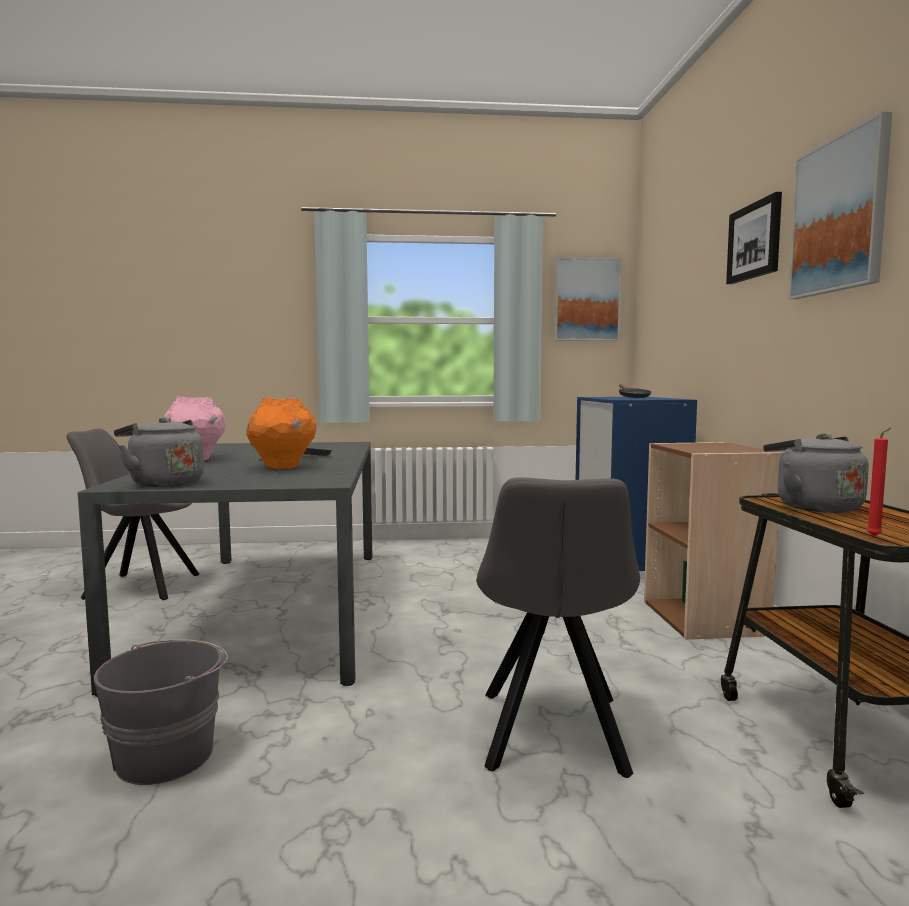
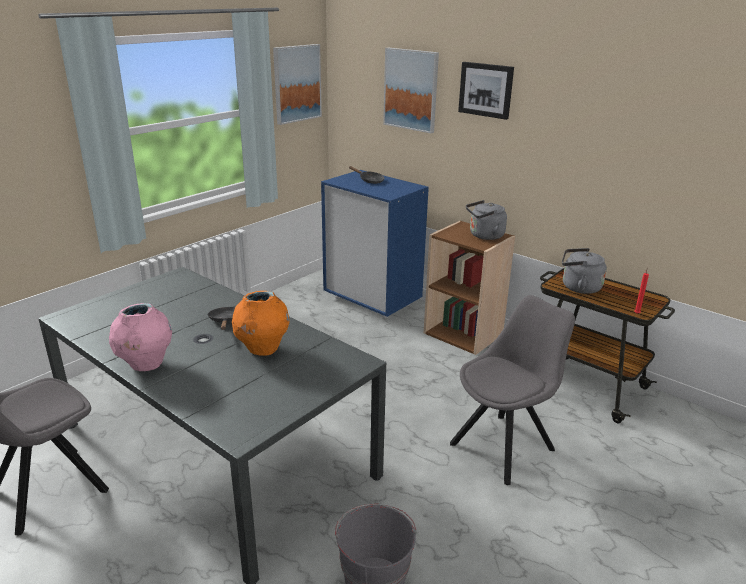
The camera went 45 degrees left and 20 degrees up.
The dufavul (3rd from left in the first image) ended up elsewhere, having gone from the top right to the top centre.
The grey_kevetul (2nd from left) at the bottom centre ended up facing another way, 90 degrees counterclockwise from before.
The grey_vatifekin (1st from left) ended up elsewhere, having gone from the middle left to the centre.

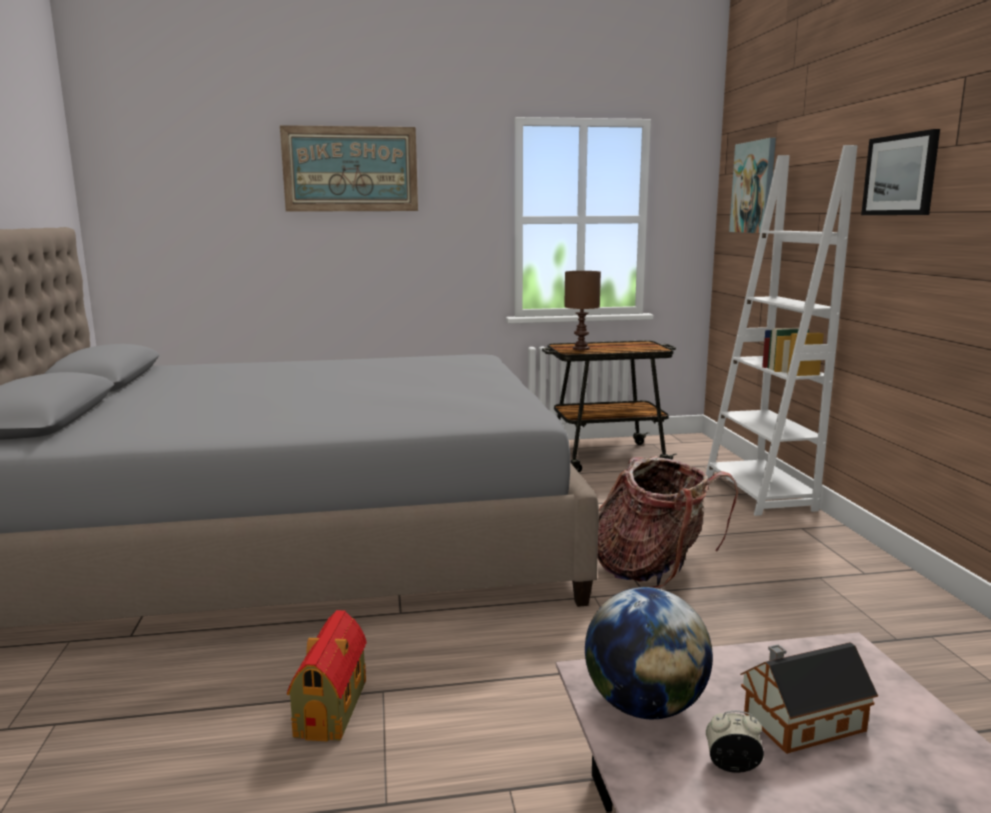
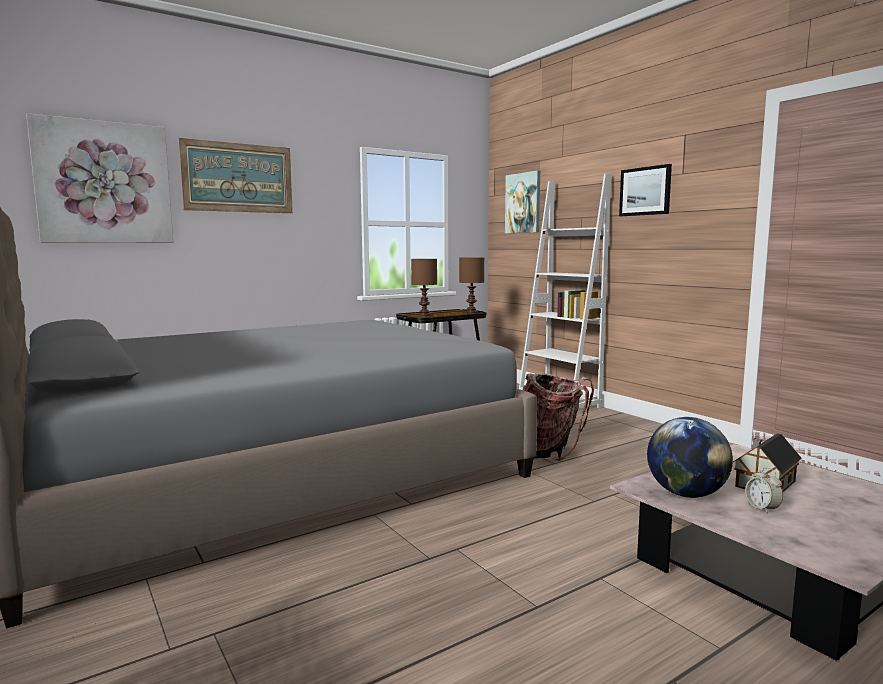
The camera went 25 degrees left and 5 degrees down.
The second view gained the dufavul (1st from left) at the top left.
The second view gained the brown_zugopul (2nd from left) at the centre.
The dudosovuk at the bottom right ended up facing another way, 90 degrees counterclockwise from before.
The second view lost the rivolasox (1st from left) at the bottom left.

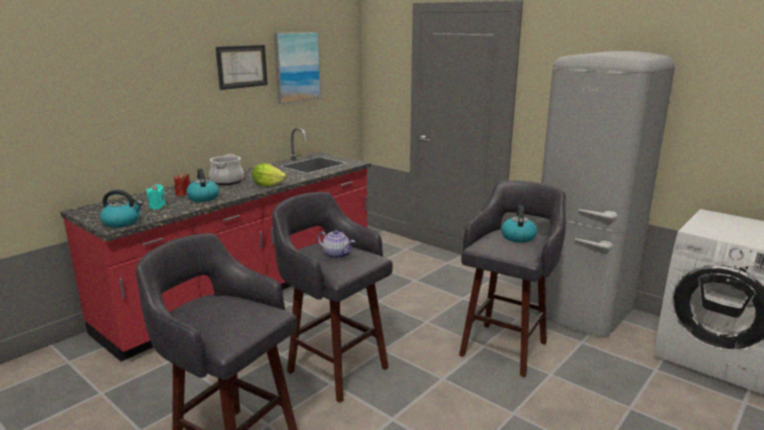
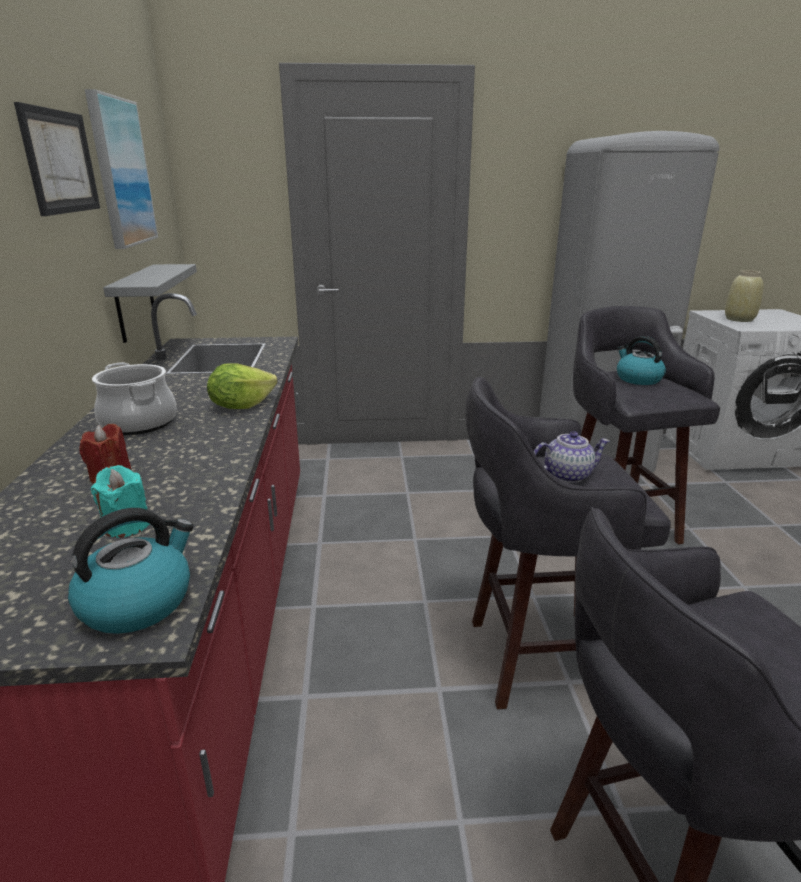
The camera went 45 degrees left and 5 degrees up.
The second view gained the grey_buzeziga at the middle left.
The second view gained the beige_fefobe at the middle right.
The second view lost the vatifekin (2nd from left) at the middle left.

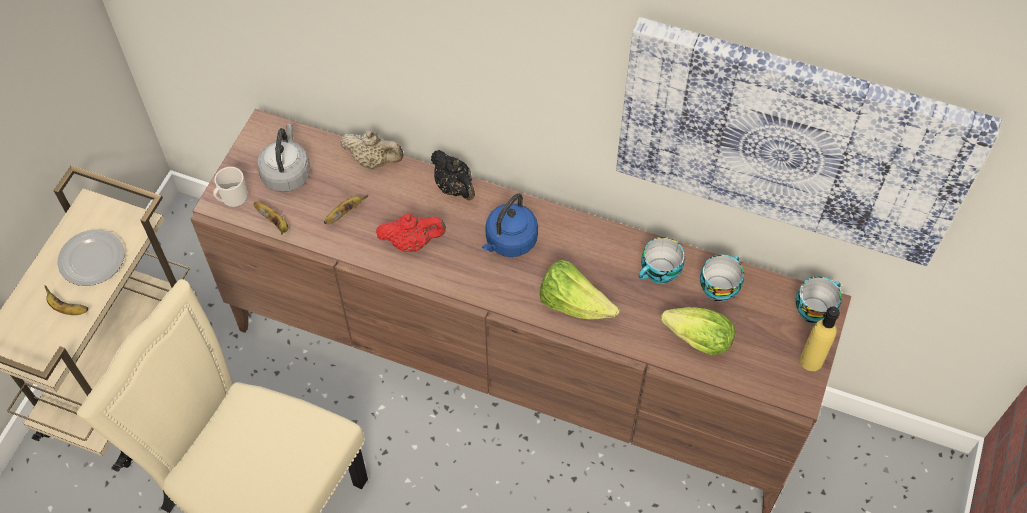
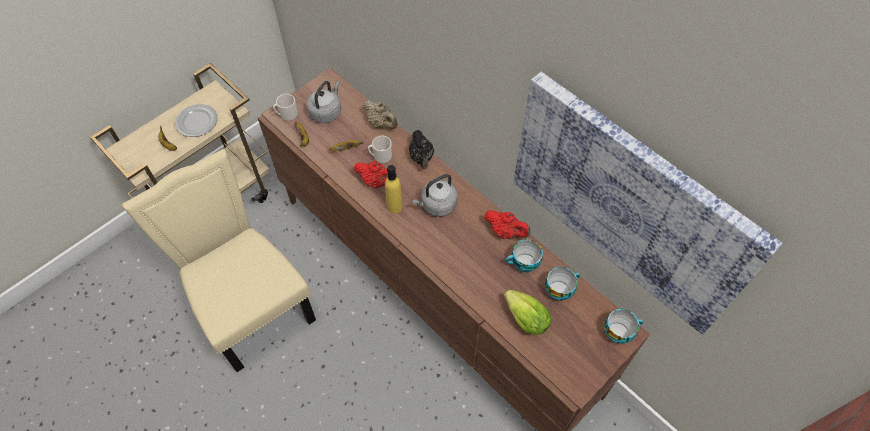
The camera went 25 degrees right and 0 degrees up.
The second view gained the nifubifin (2nd from left) at the centre.
The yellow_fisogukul ended up elsewhere, having gone from the middle right to the centre.
What was the blue_vatifekin at the centre turned into the grey_vatifekin (2nd from left) at the centre.
The second view gained the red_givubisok (2nd from left) at the centre.
The second view lost the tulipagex (1st from left) at the centre.

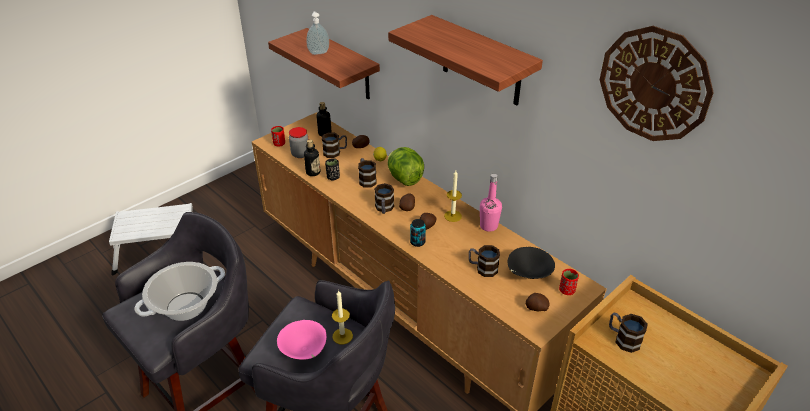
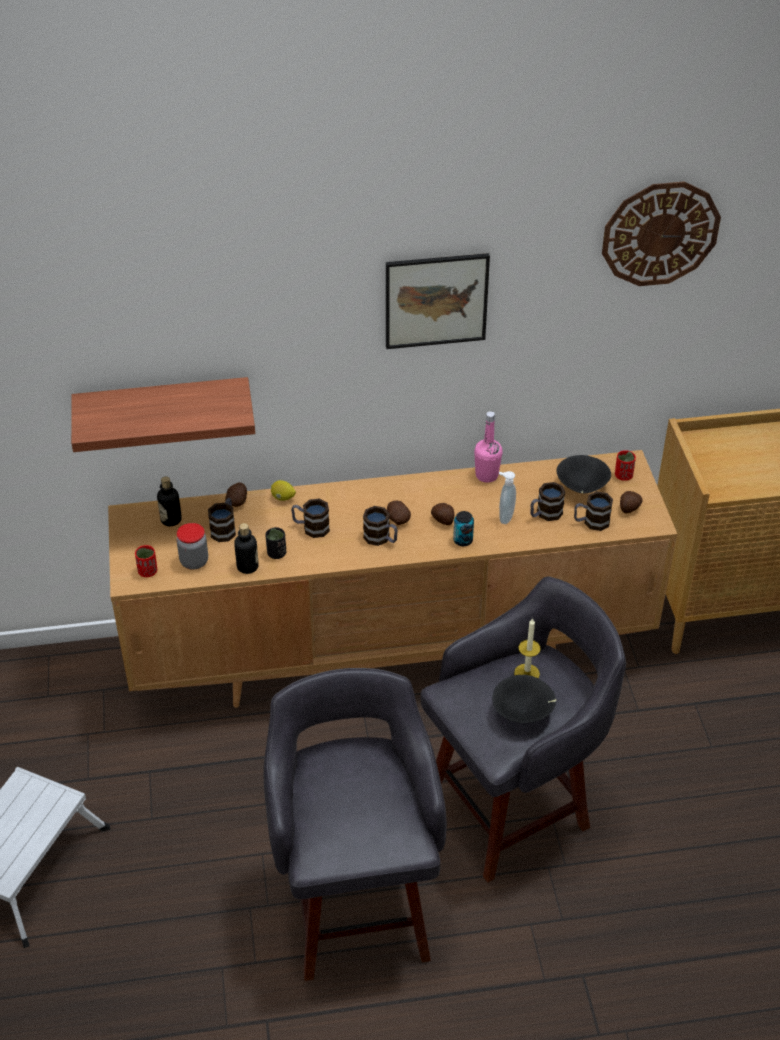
The camera went 55 degrees left and 5 degrees up.
Where the buzeziga (2nd from left) hung at the top centre, the dufavul came to hang at the top centre.
What was the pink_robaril at the bottom centre turned into the black_robaril (1st from left) at the bottom right.
The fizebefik ended up elsewhere, having gone from the top centre to the centre.
The nifubifin (5th from left) ended up elsewhere, having gone from the bottom right to the middle right.
The second view lost the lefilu at the bottom left.
The second view lost the tulipagex at the centre.
The second view lost the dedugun (2nd from left) at the centre.

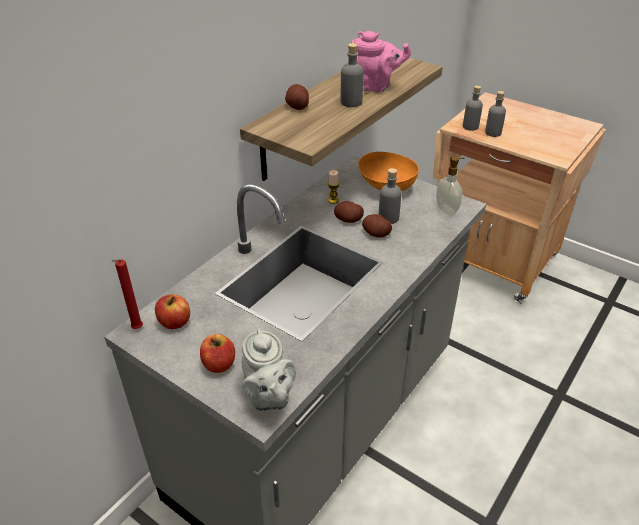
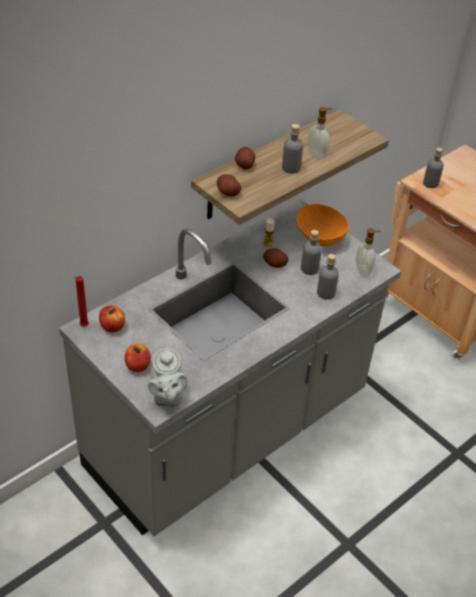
The camera went 10 degrees right and 5 degrees up.
The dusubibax (3rd from left in the first image) ended up elsewhere, having gone from the centre to the top centre.
Where the pink_givubisok stood at the top centre, the fizebefik (1st from left) came to stand at the top right.
The grey_fisogukul (4th from left in the first image) ended up elsewhere, having gone from the top right to the middle right.

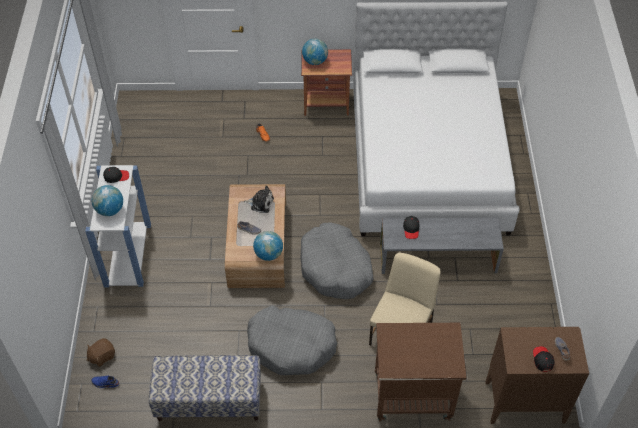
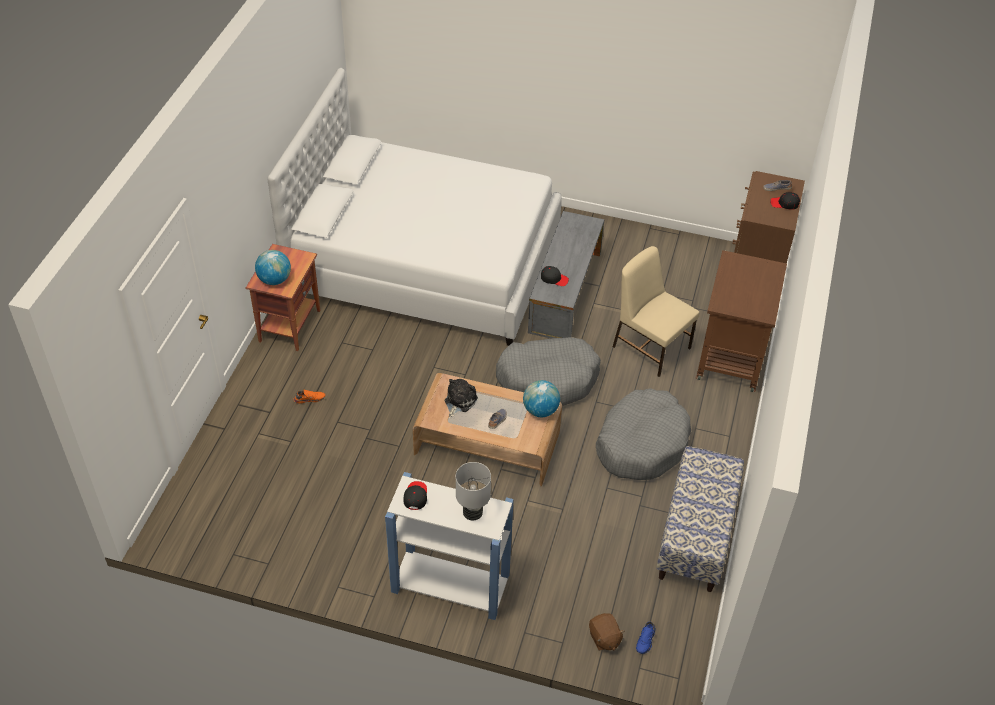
The camera went 75 degrees left and 5 degrees down.
Where the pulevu (1st from left) stood at the middle left, the grey_zugopul came to stand at the bottom centre.

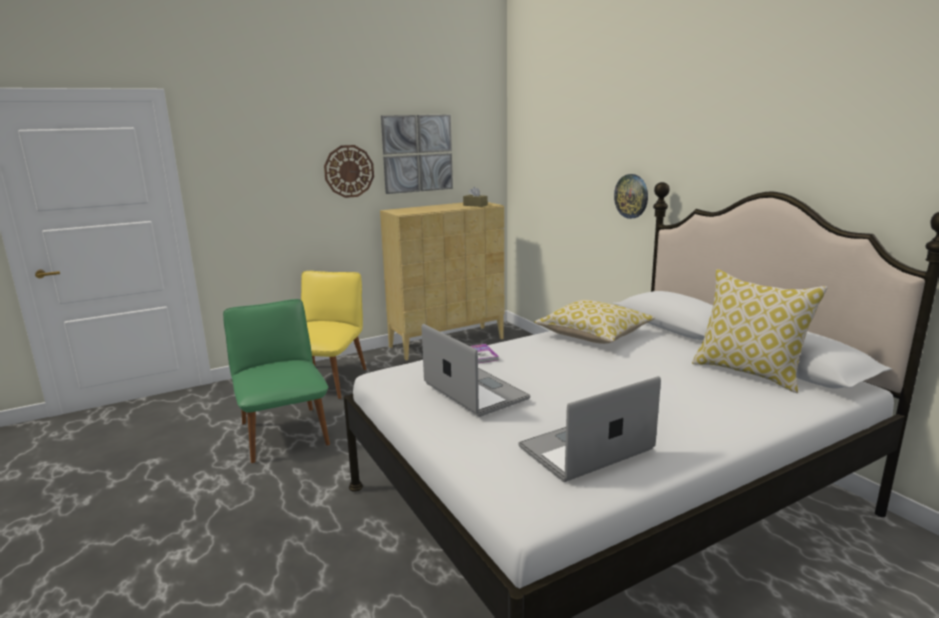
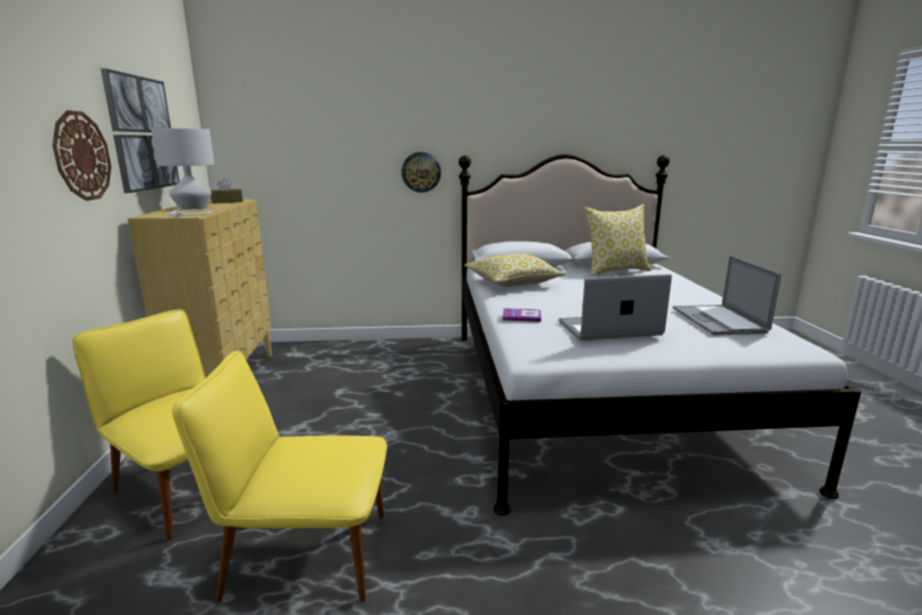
The camera went 65 degrees left and 0 degrees up.
The second view gained the grey_zugopul at the top left.
What was the green_kevetul at the middle left turned into the yellow_kevetul (2nd from left) at the bottom left.

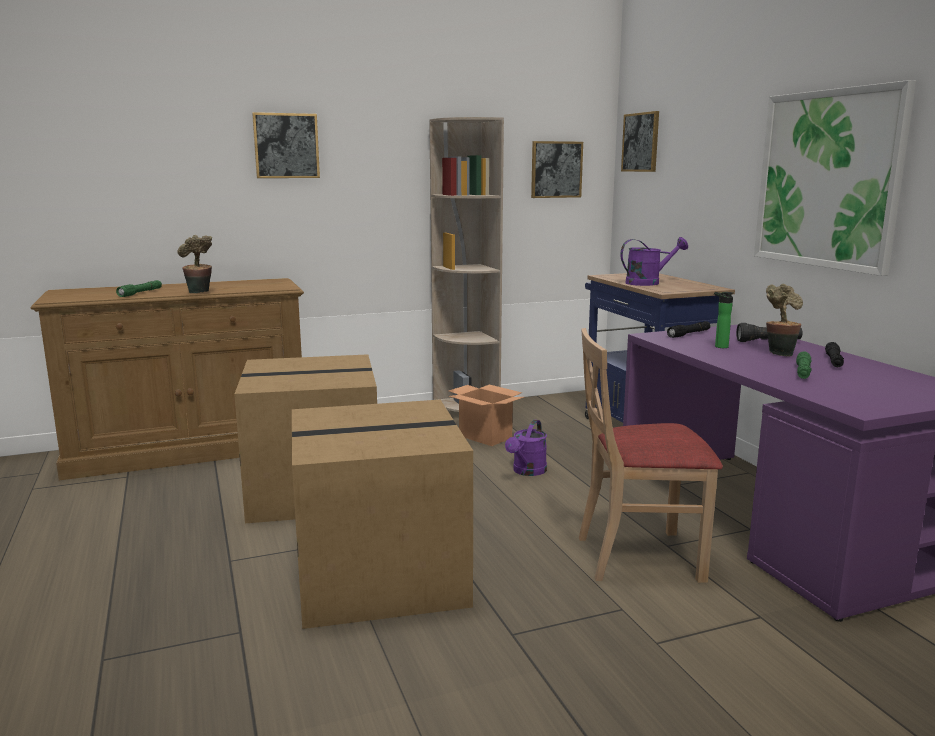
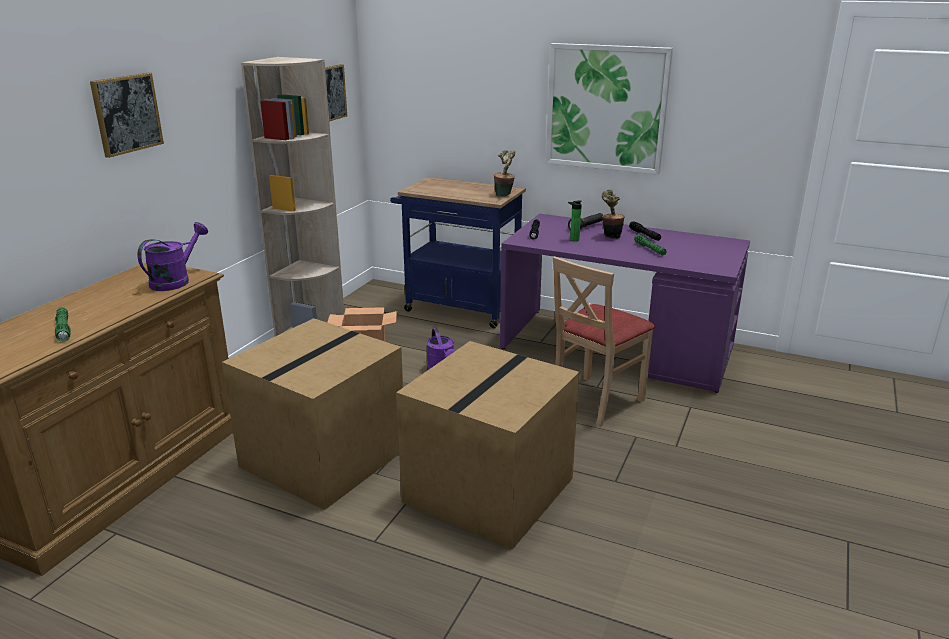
The camera went 45 degrees left and 10 degrees up.
The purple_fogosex (2nd from left in the first image) ended up elsewhere, having gone from the middle right to the middle left.
The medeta (1st from left) ended up elsewhere, having gone from the middle left to the top centre.
The second view lost the dufavul (3rd from left) at the top right.

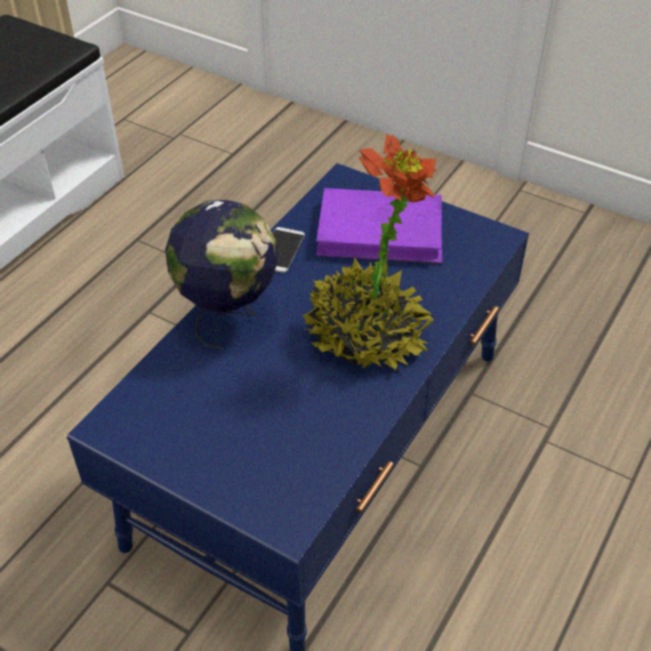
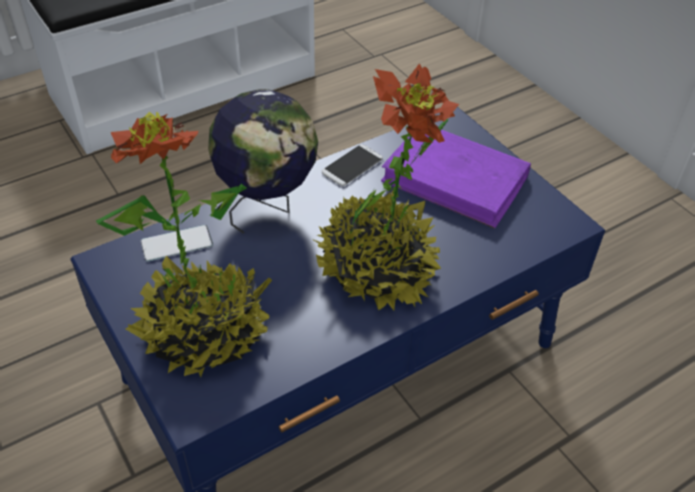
The camera went 25 degrees right and 0 degrees up.
The second view gained the medeta (1st from left) at the middle left.
The second view gained the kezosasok (1st from left) at the middle left.

